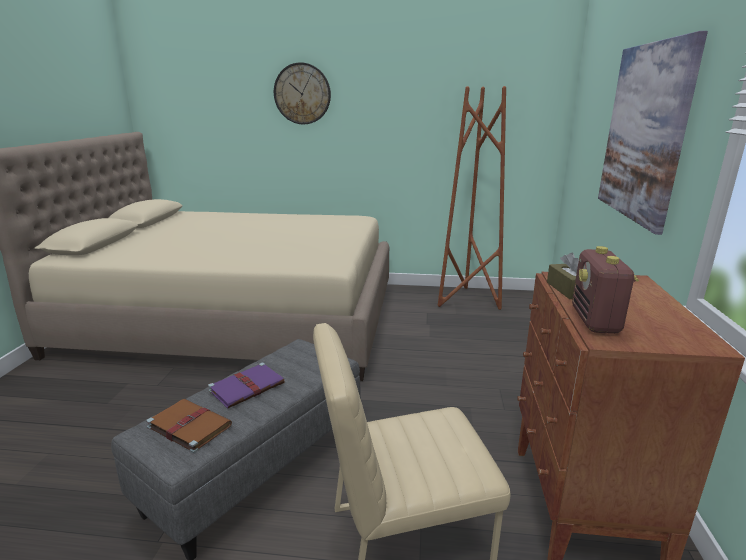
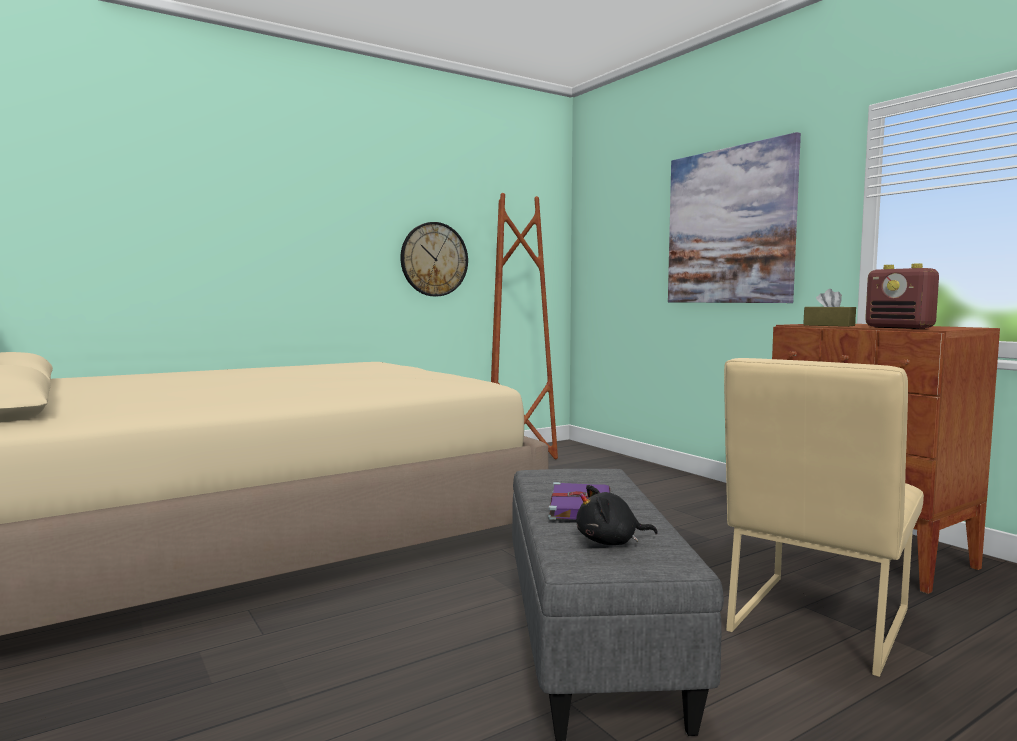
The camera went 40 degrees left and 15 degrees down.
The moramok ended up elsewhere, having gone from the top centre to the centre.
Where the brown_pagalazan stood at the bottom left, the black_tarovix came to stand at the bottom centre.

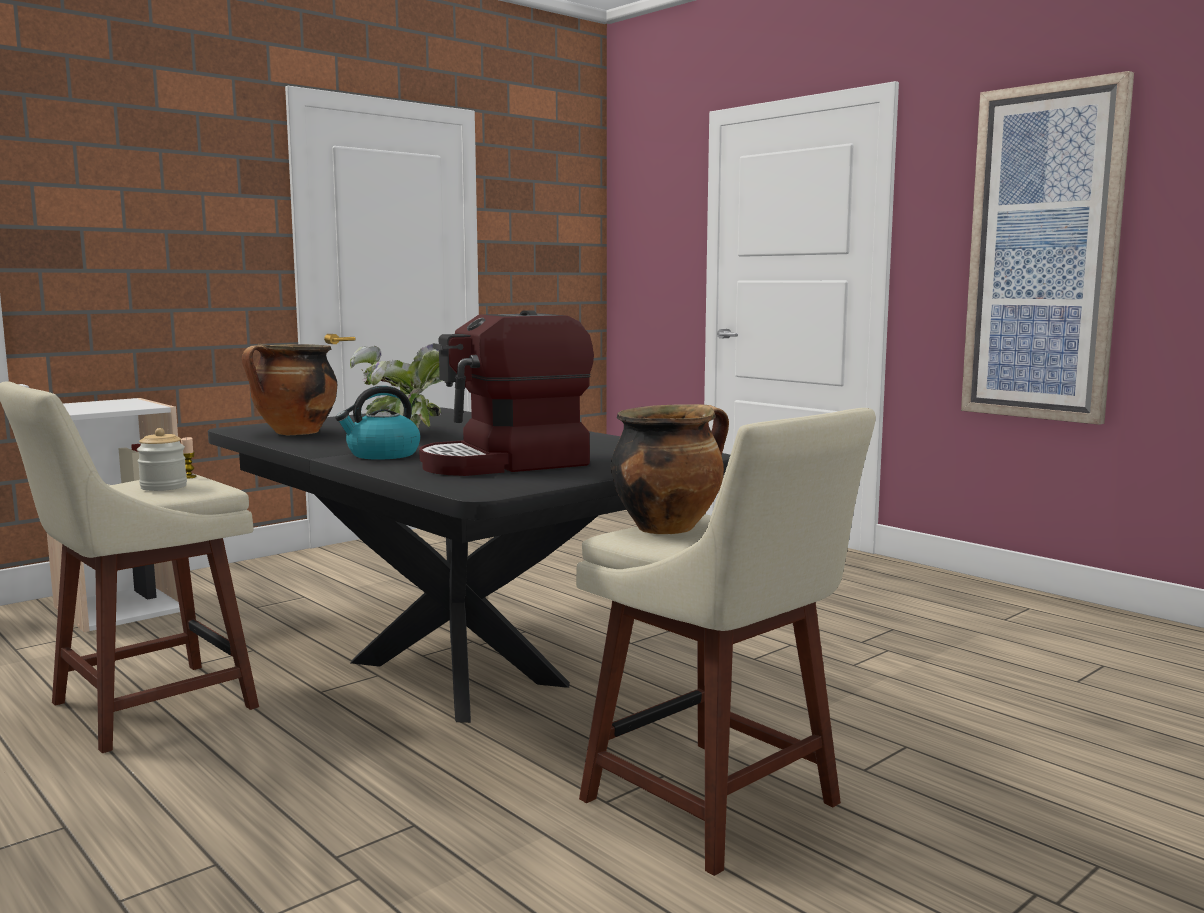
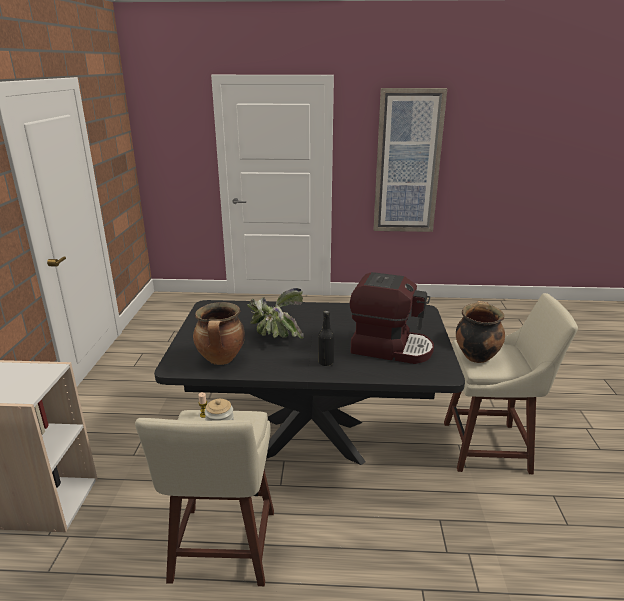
The camera went 45 degrees left and 15 degrees up.
Where the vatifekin stood at the middle left, the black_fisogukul came to stand at the centre.
The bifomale at the centre ended up facing another way, 90 degrees counterclockwise from before.

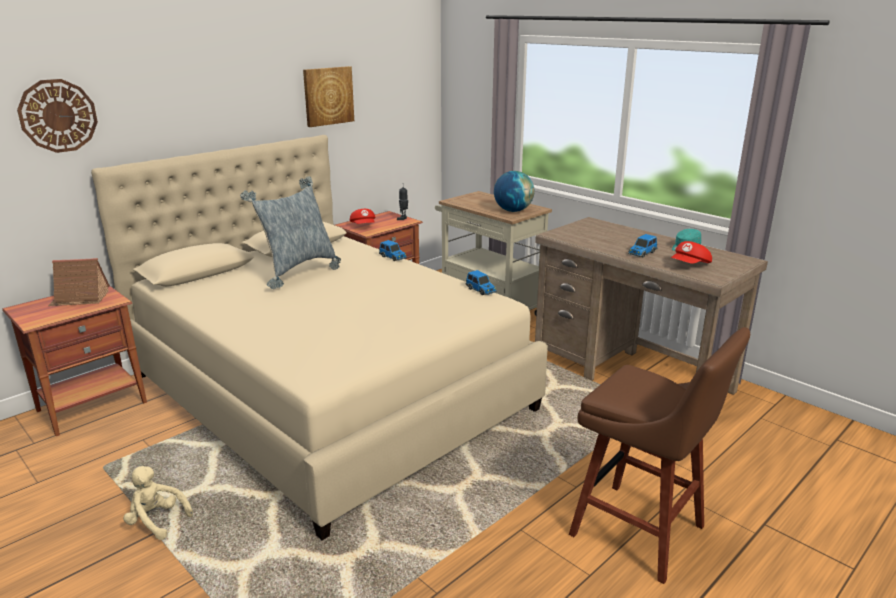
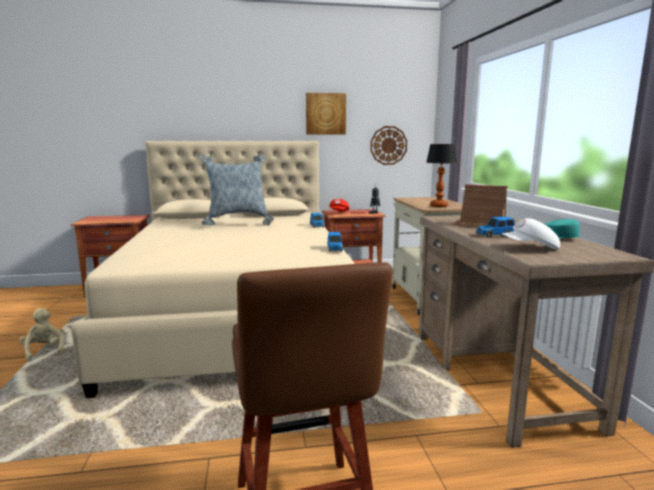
The camera went 35 degrees right and 10 degrees down.
The moramok ended up elsewhere, having gone from the top left to the top centre.
Where the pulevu stood at the top centre, the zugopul came to stand at the middle right.
The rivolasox ended up elsewhere, having gone from the middle left to the middle right.
What was the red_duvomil (2nd from left) at the middle right turned into the white_duvomil at the middle right.

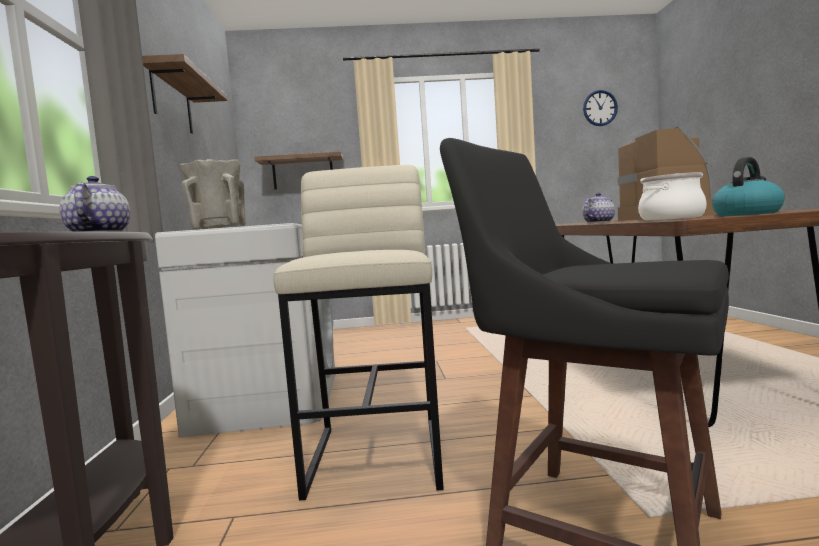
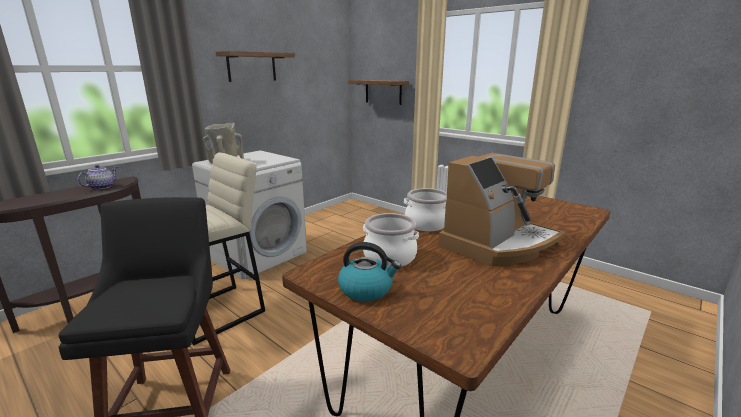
The camera went 45 degrees right and 15 degrees up.
Where the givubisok (2nd from left) stood at the middle right, the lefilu (2nd from left) came to stand at the centre.
The second view lost the moramok at the top right.

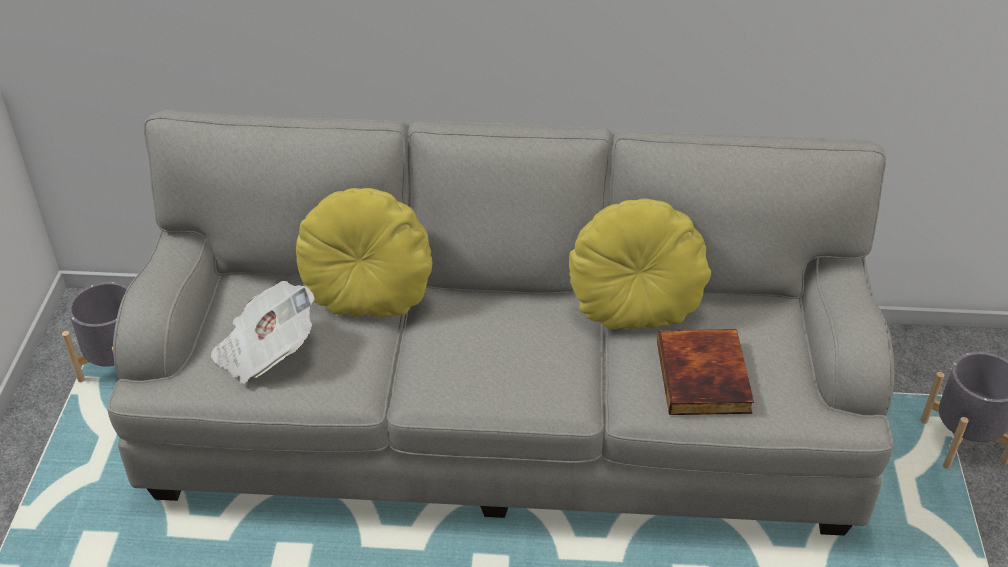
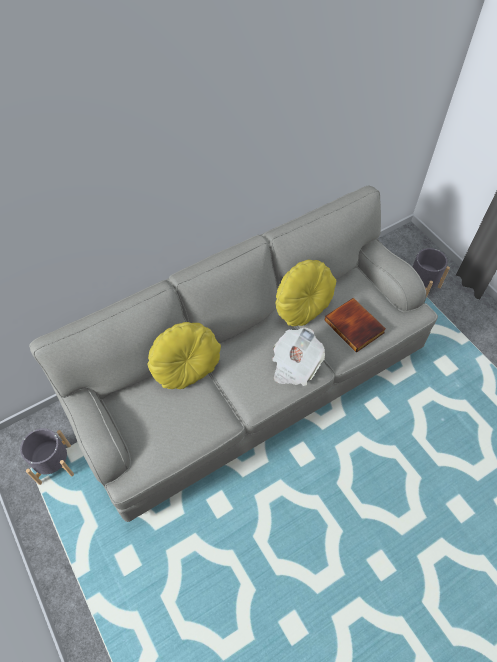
The camera went 35 degrees left and 15 degrees up.
The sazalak ended up elsewhere, having gone from the middle left to the centre.

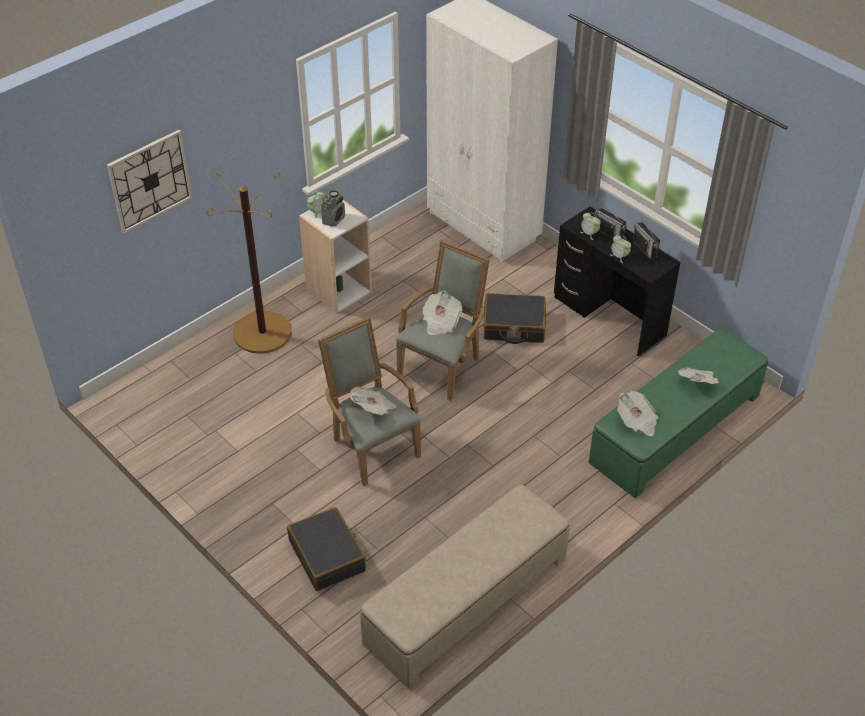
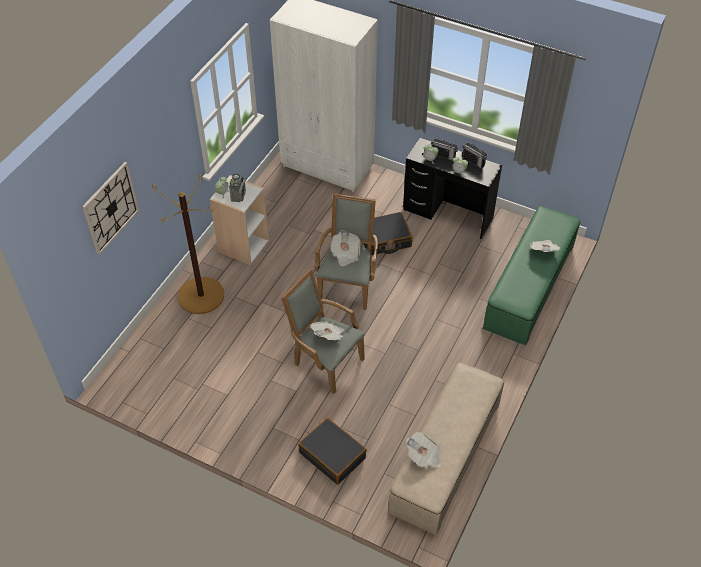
The camera went 20 degrees left and 5 degrees up.
The sazalak (3rd from left) ended up elsewhere, having gone from the middle right to the bottom centre.

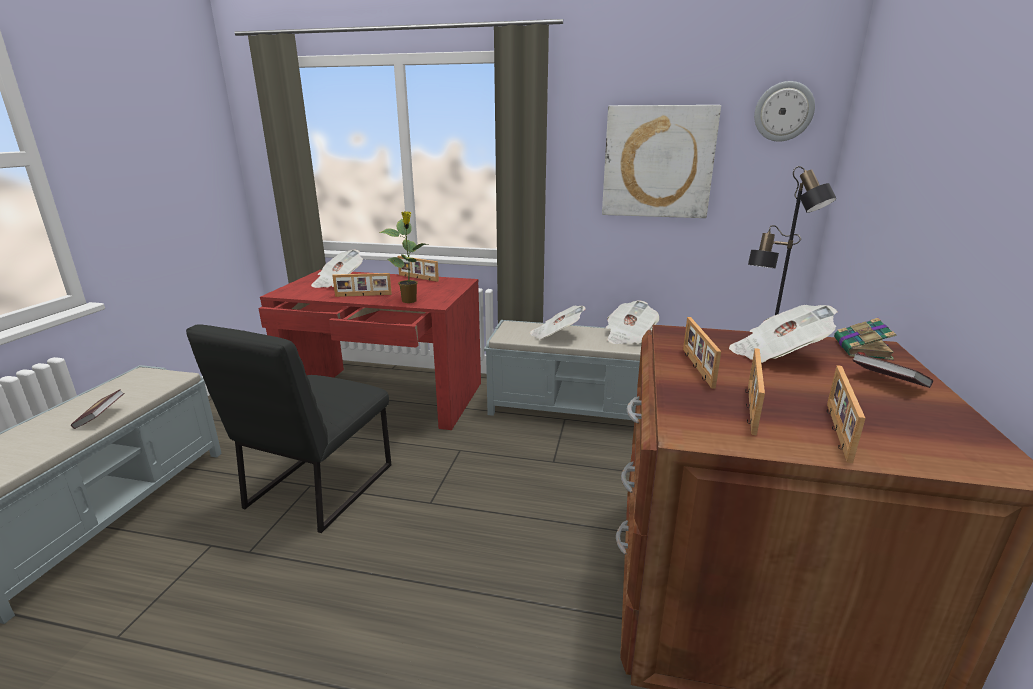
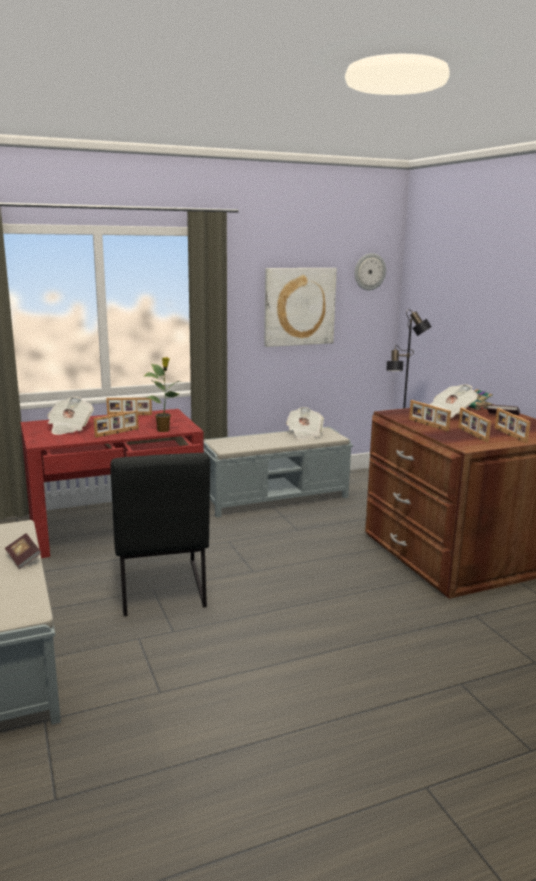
The camera went 35 degrees left and 5 degrees down.
The second view lost the sazalak (2nd from left) at the centre.

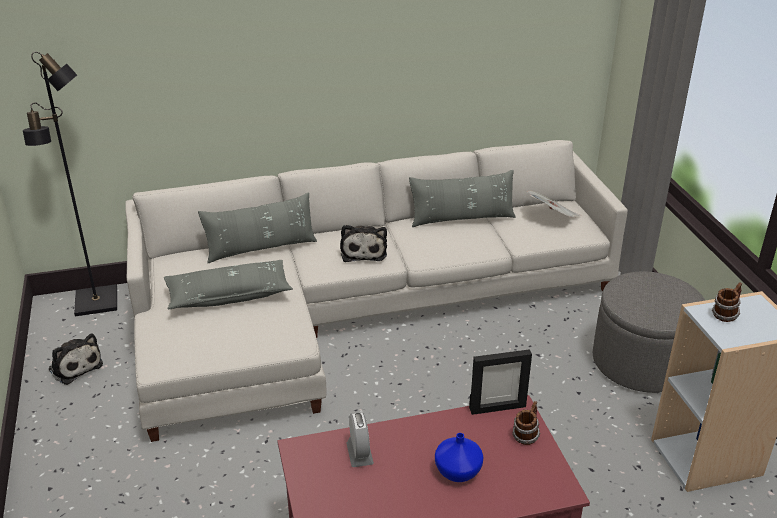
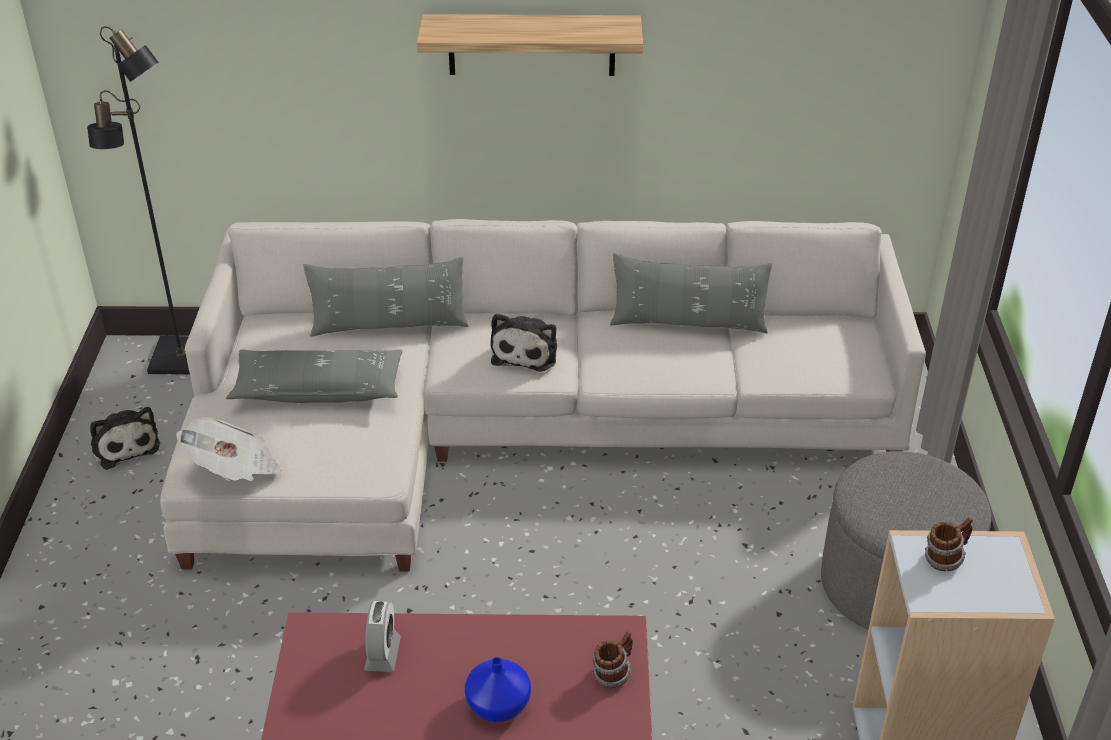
The camera went 15 degrees right and 5 degrees up.
The sazalak ended up elsewhere, having gone from the middle right to the middle left.
The second view gained the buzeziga at the top centre.
The second view lost the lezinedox at the bottom centre.

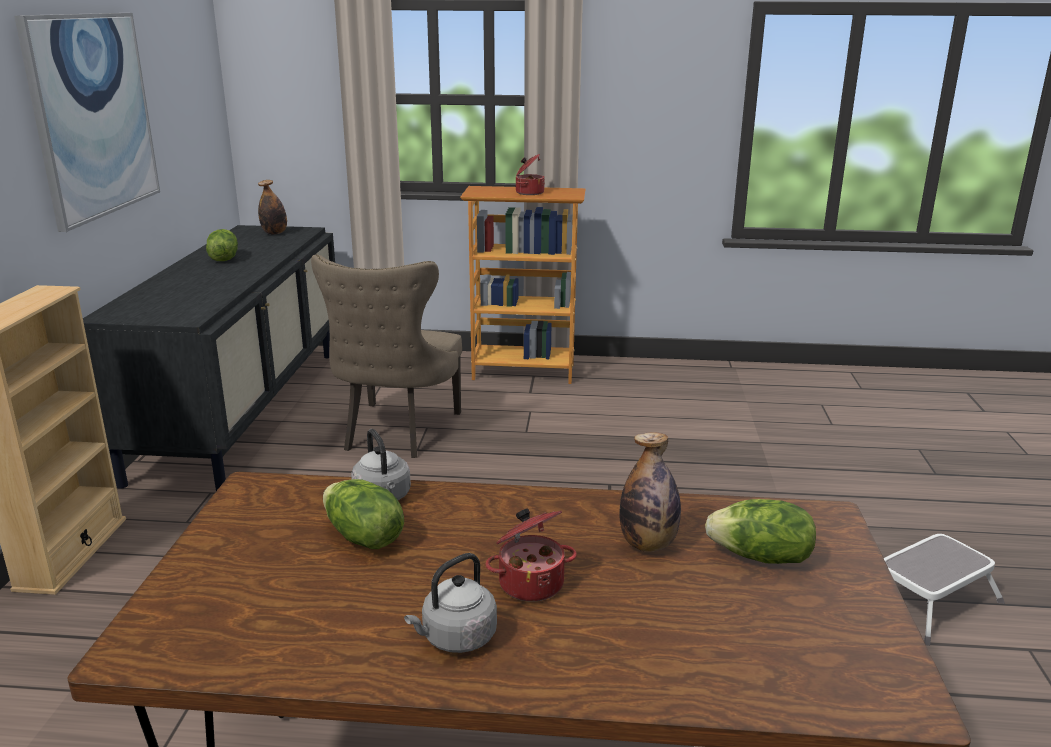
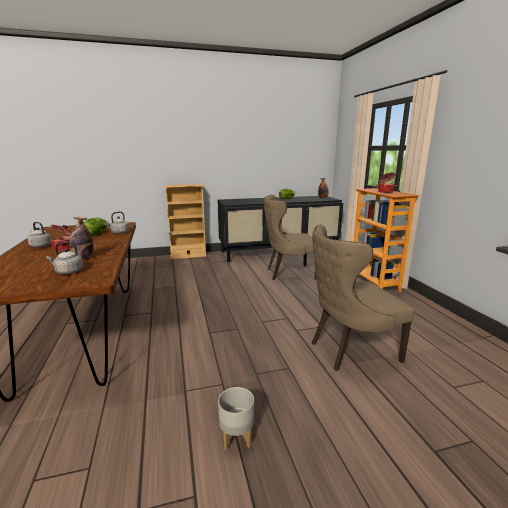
The camera went 70 degrees right and 5 degrees down.
Where the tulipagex (3rd from left) stood at the bottom right, the grey_vatifekin (2nd from left) came to stand at the middle left.
Where the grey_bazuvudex stood at the bottom right, the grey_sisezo came to stand at the bottom centre.
The second view gained the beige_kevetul (2nd from left) at the middle right.
The second view lost the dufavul at the top left.

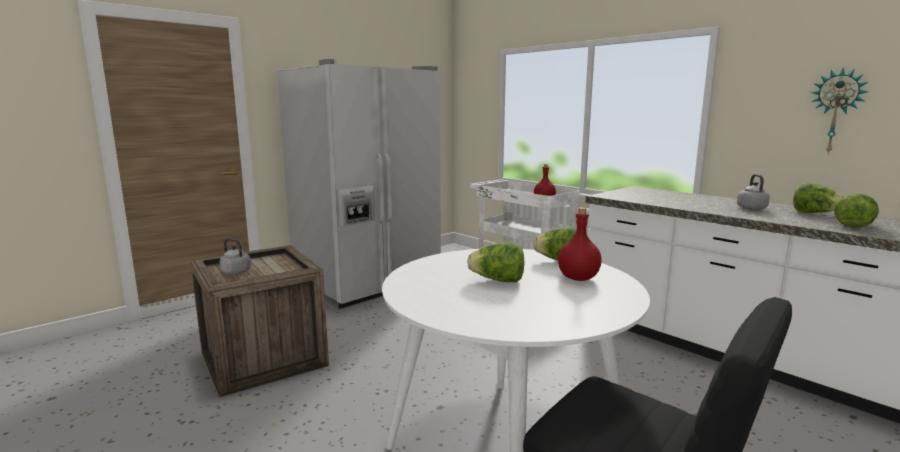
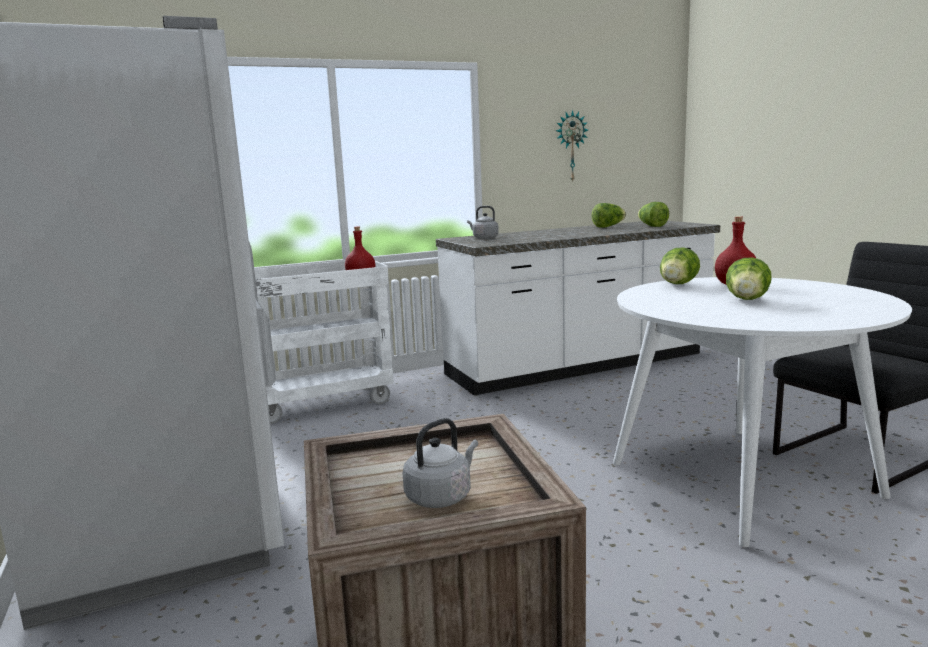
The camera went 70 degrees left and 0 degrees up.
The grey_vatifekin (2nd from left) ended up elsewhere, having gone from the middle right to the centre.

